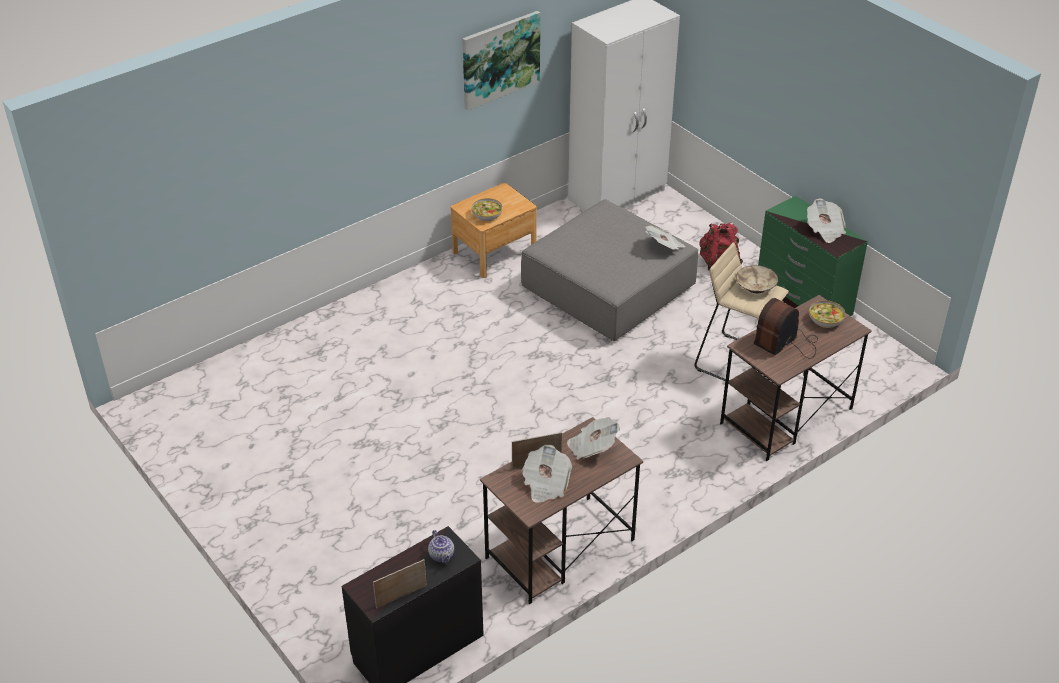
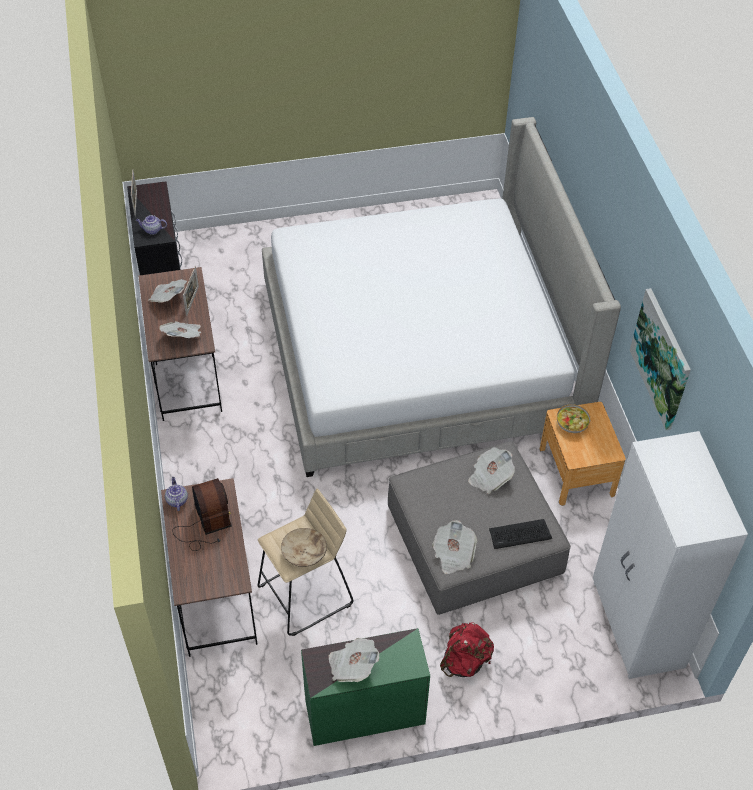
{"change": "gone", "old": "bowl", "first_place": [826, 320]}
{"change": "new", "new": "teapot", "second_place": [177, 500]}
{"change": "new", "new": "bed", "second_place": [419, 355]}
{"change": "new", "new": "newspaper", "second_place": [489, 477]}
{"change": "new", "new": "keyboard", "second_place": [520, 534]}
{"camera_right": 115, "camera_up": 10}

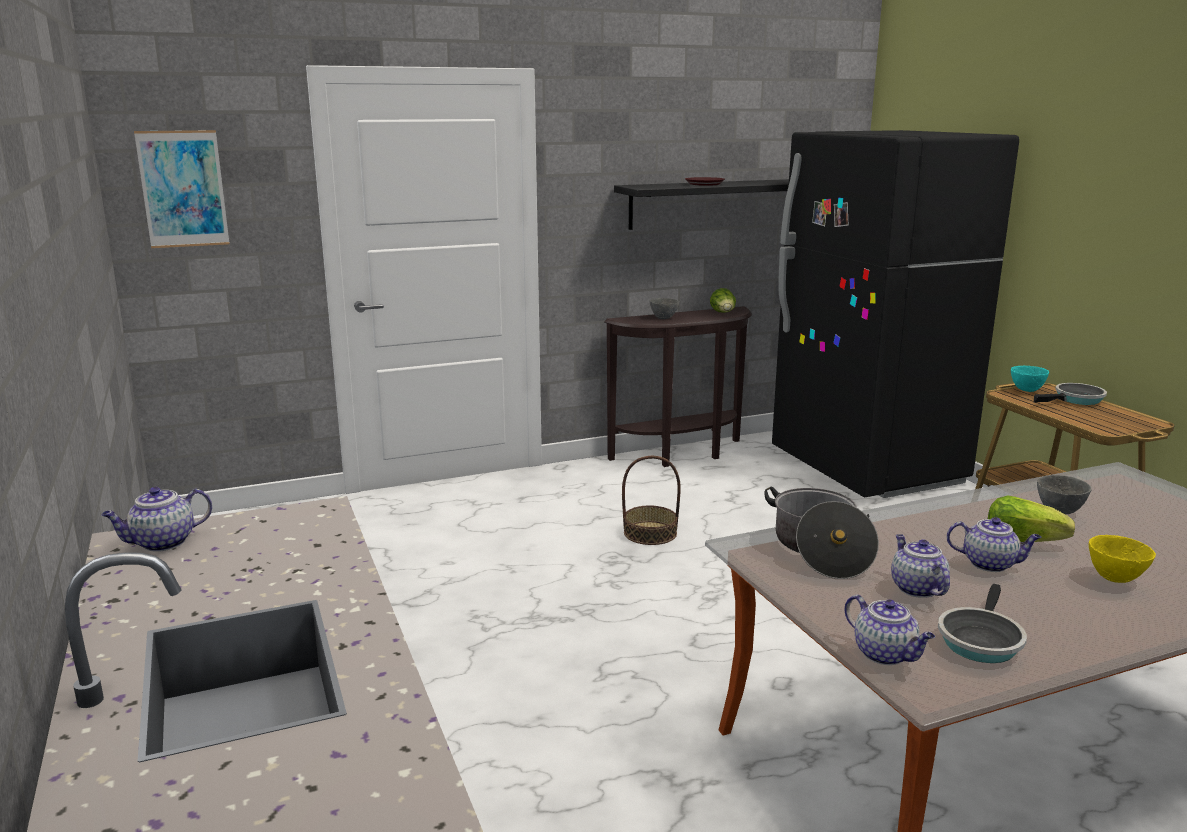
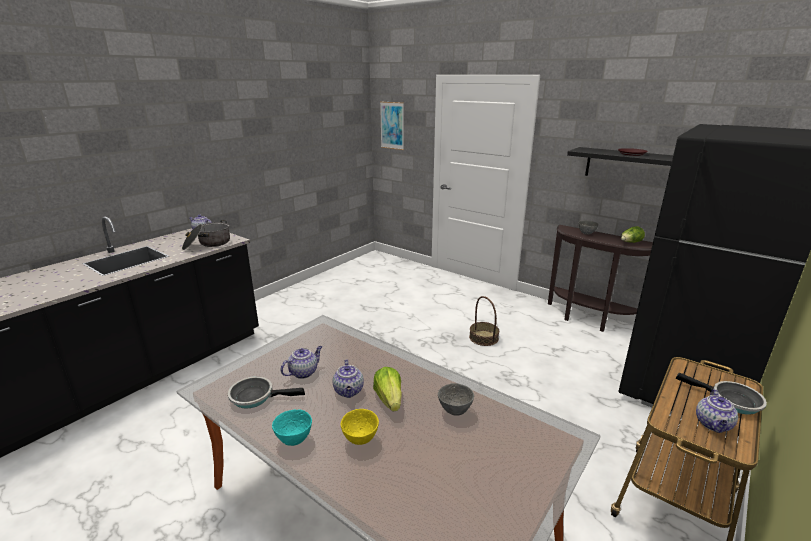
{"change": "shifted", "old": "cooking_pot", "first_place": [819, 550], "second_place": [207, 244]}
{"change": "shifted", "old": "teapot", "first_place": [886, 654], "second_place": [713, 425]}
{"change": "shifted", "old": "turquoise_bowl", "first_place": [1027, 390], "second_place": [294, 440]}
{"camera_right": 60, "camera_up": 5}

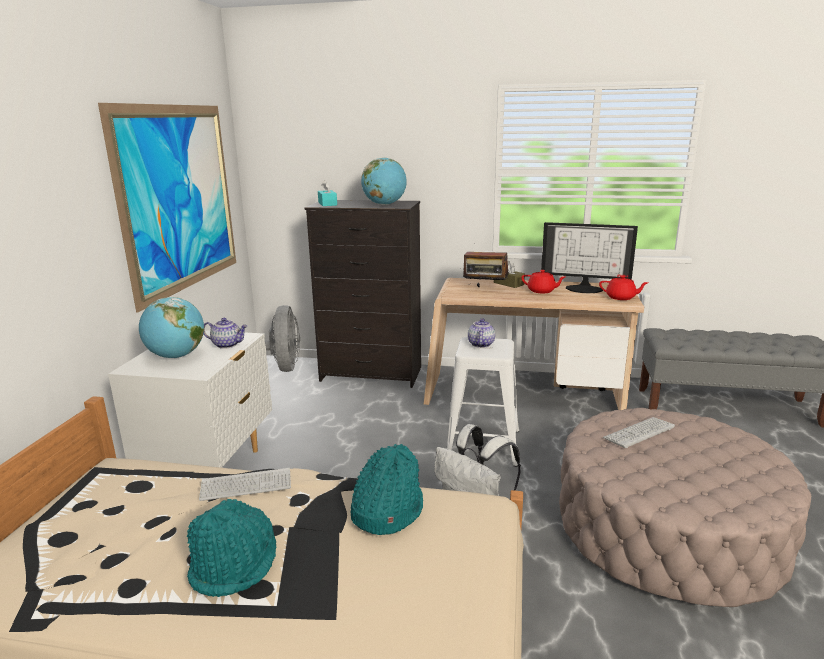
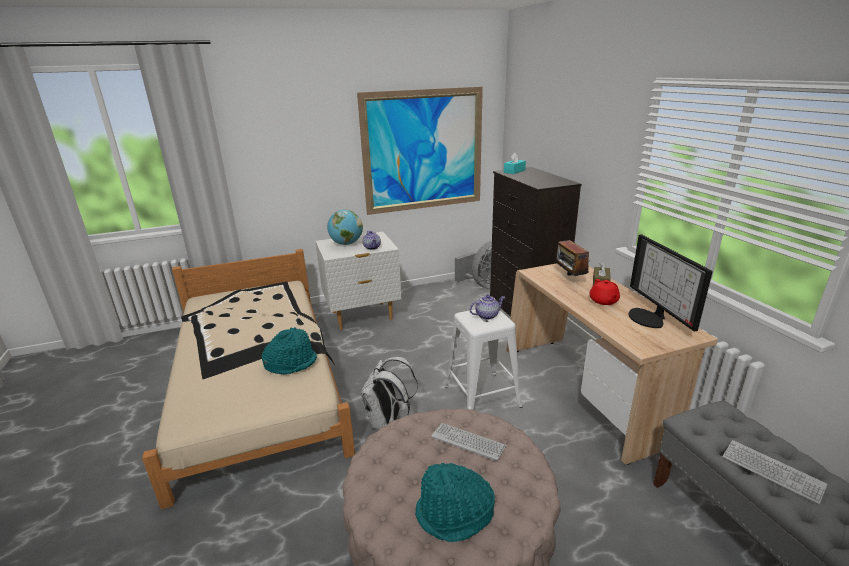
{"change": "shifted", "old": "turquoise_hat", "first_place": [235, 565], "second_place": [455, 514]}
{"change": "shifted", "old": "keyboard", "first_place": [246, 485], "second_place": [772, 471]}
{"change": "gone", "old": "globe", "first_place": [384, 204]}
{"change": "gone", "old": "red_teapot", "first_place": [621, 297]}
{"camera_right": 60, "camera_up": 5}

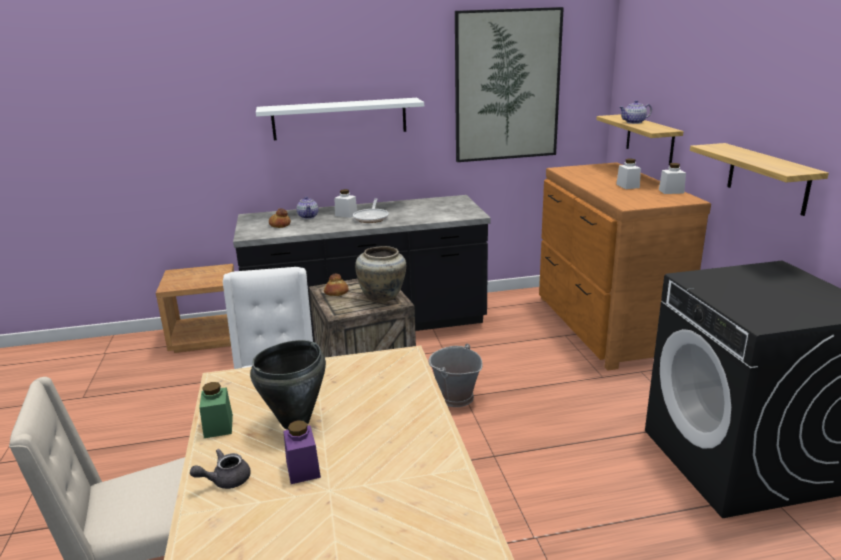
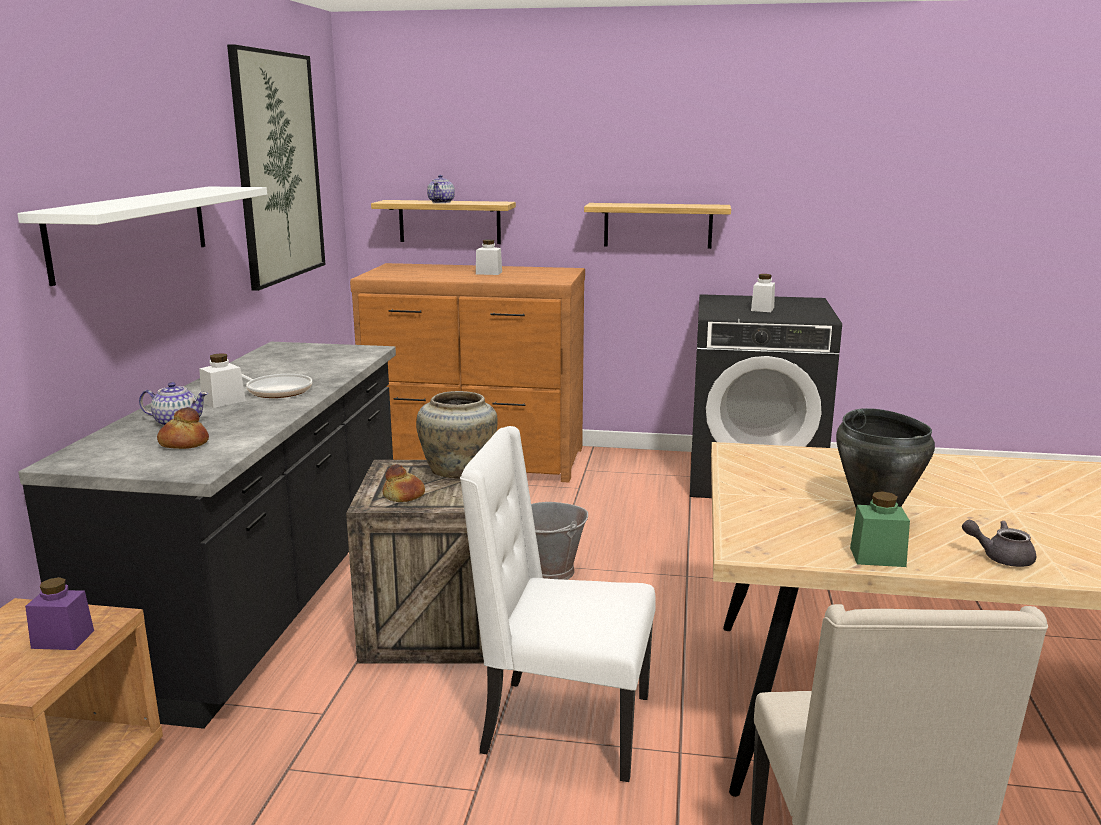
{"change": "rotated", "old": "grey_teapot", "first_place": [225, 480], "second_place": [1000, 557], "degrees": 120}
{"change": "shifted", "old": "purple_jar", "first_place": [303, 469], "second_place": [63, 639]}
{"change": "shifted", "old": "white_jar", "first_place": [671, 191], "second_place": [762, 309]}
{"camera_right": -70, "camera_up": -5}

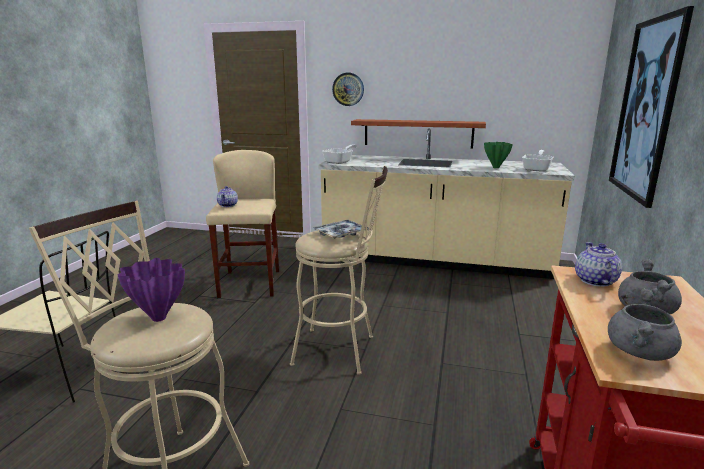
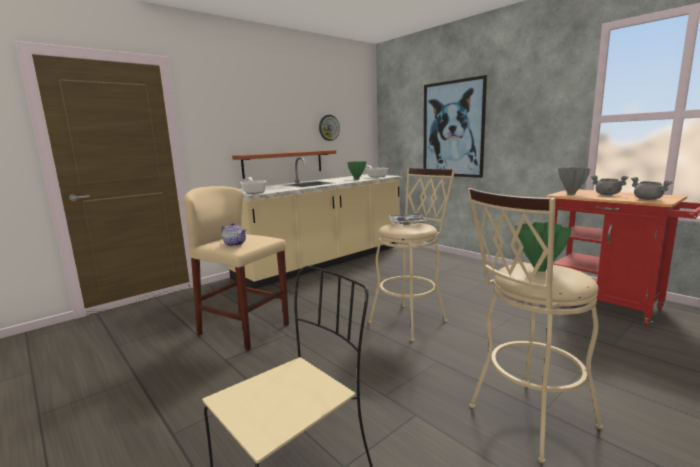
{"change": "repainted", "old": "purple_vase", "new": "green_vase", "first_place": [157, 318], "second_place": [539, 270]}
{"change": "shifted", "old": "wall_clock", "first_place": [348, 89], "second_place": [328, 127]}
{"change": "swapped", "old": "teapot", "new": "grey_vase", "first_place": [595, 281], "second_place": [571, 194]}
{"camera_right": -55, "camera_up": -5}

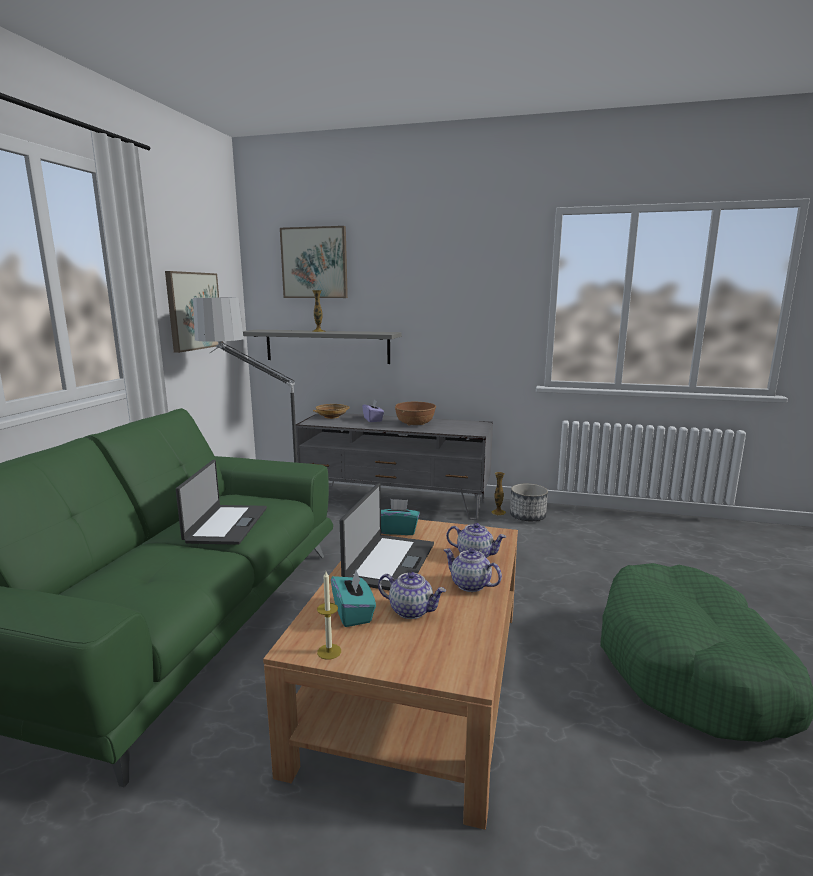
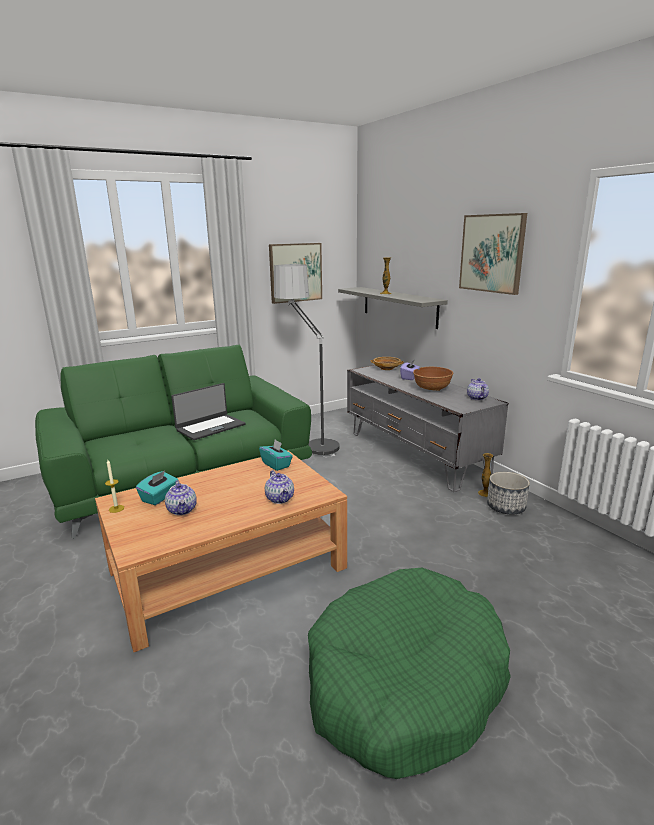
{"change": "shifted", "old": "picture", "first_place": [314, 263], "second_place": [492, 253]}
{"change": "gone", "old": "laptop", "first_place": [389, 562]}
{"change": "shifted", "old": "teapot", "first_place": [470, 585], "second_place": [476, 398]}
{"camera_right": 45, "camera_up": 5}

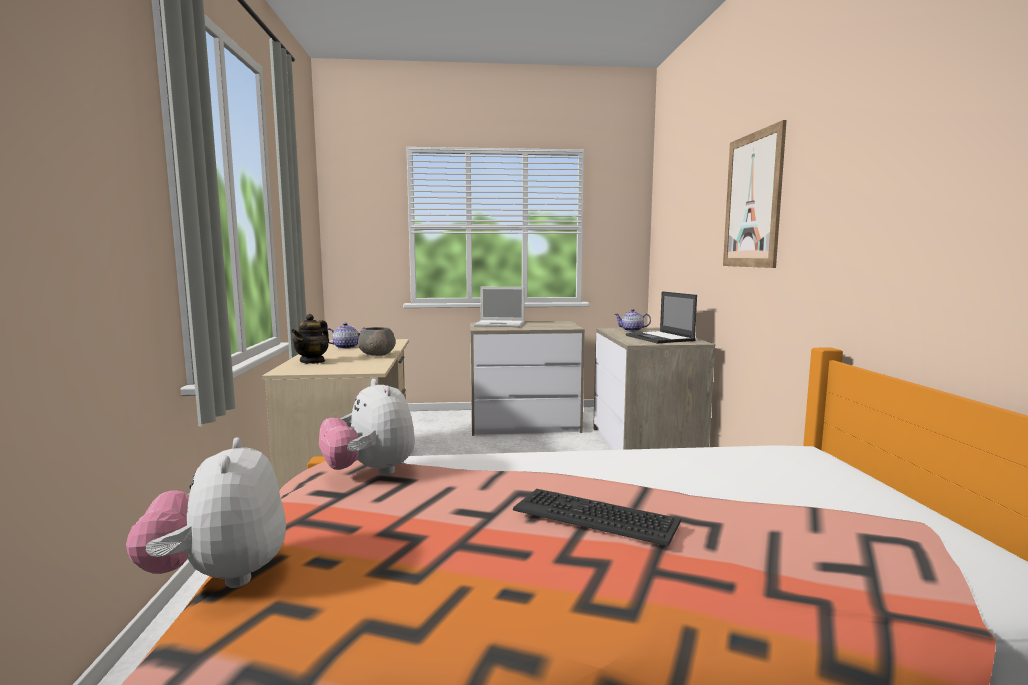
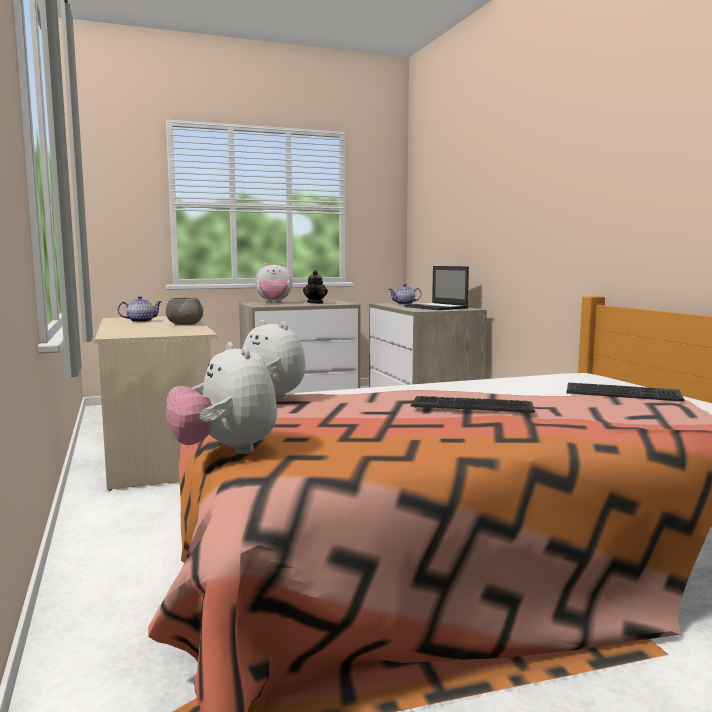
{"change": "shifted", "old": "teapot", "first_place": [312, 361], "second_place": [315, 303]}
{"change": "swapped", "old": "laptop", "new": "plush_toy", "first_place": [500, 324], "second_place": [274, 303]}
{"change": "gone", "old": "picture", "first_place": [752, 200]}
{"change": "new", "new": "keyboard", "second_place": [622, 393]}
{"camera_right": -15, "camera_up": 0}

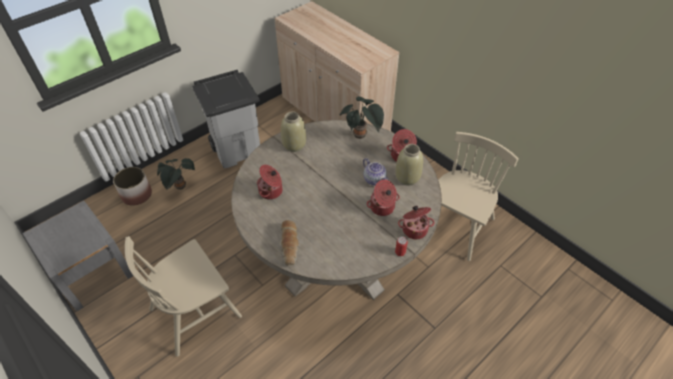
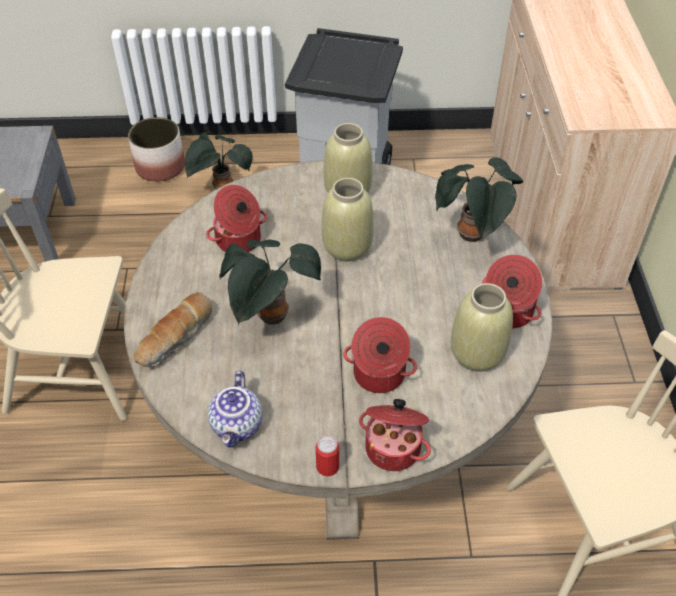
{"change": "shifted", "old": "teapot", "first_place": [375, 180], "second_place": [238, 426]}
{"change": "new", "new": "potted_plant", "second_place": [271, 318]}
{"change": "new", "new": "beige_vase", "second_place": [346, 247]}
{"camera_right": 40, "camera_up": 0}

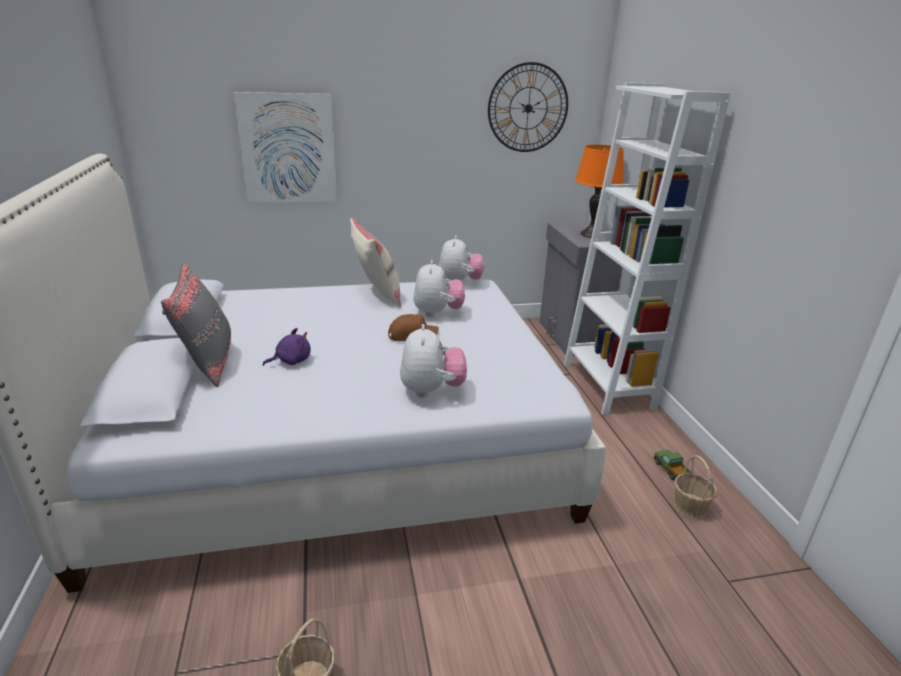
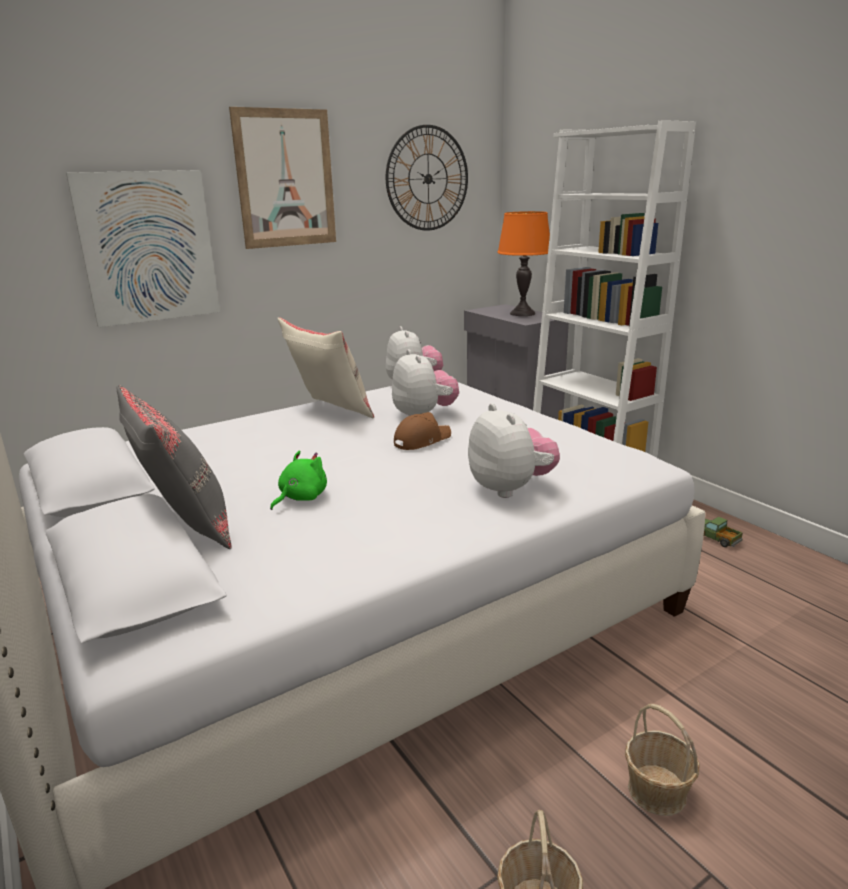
{"change": "repainted", "old": "purple_plush_toy", "new": "green_plush_toy", "first_place": [291, 361], "second_place": [300, 498]}
{"change": "shifted", "old": "basket", "first_place": [689, 506], "second_place": [657, 791]}
{"change": "new", "new": "picture", "second_place": [285, 179]}
{"camera_right": -20, "camera_up": -5}

